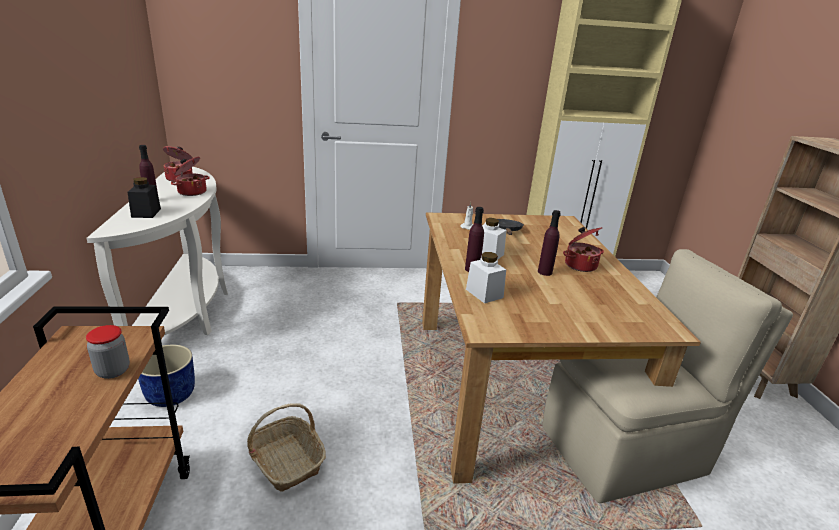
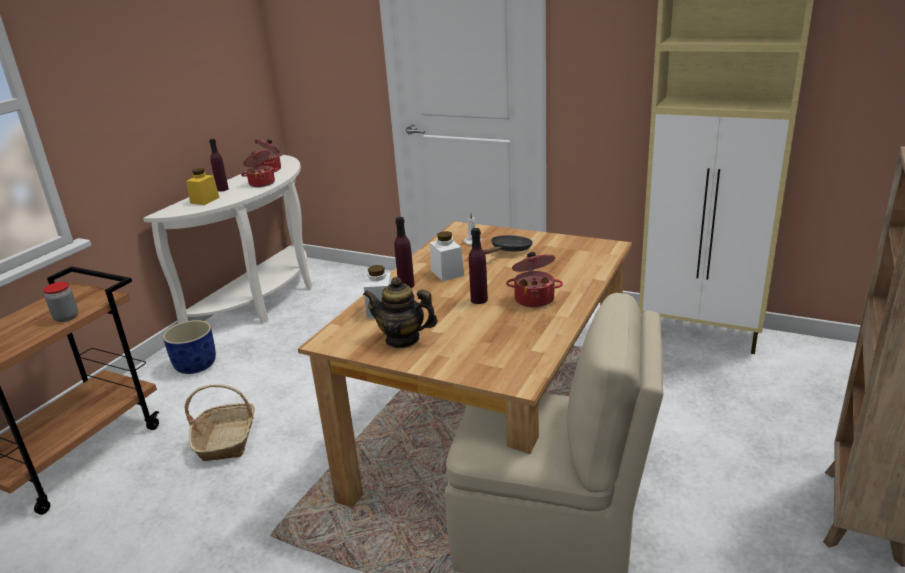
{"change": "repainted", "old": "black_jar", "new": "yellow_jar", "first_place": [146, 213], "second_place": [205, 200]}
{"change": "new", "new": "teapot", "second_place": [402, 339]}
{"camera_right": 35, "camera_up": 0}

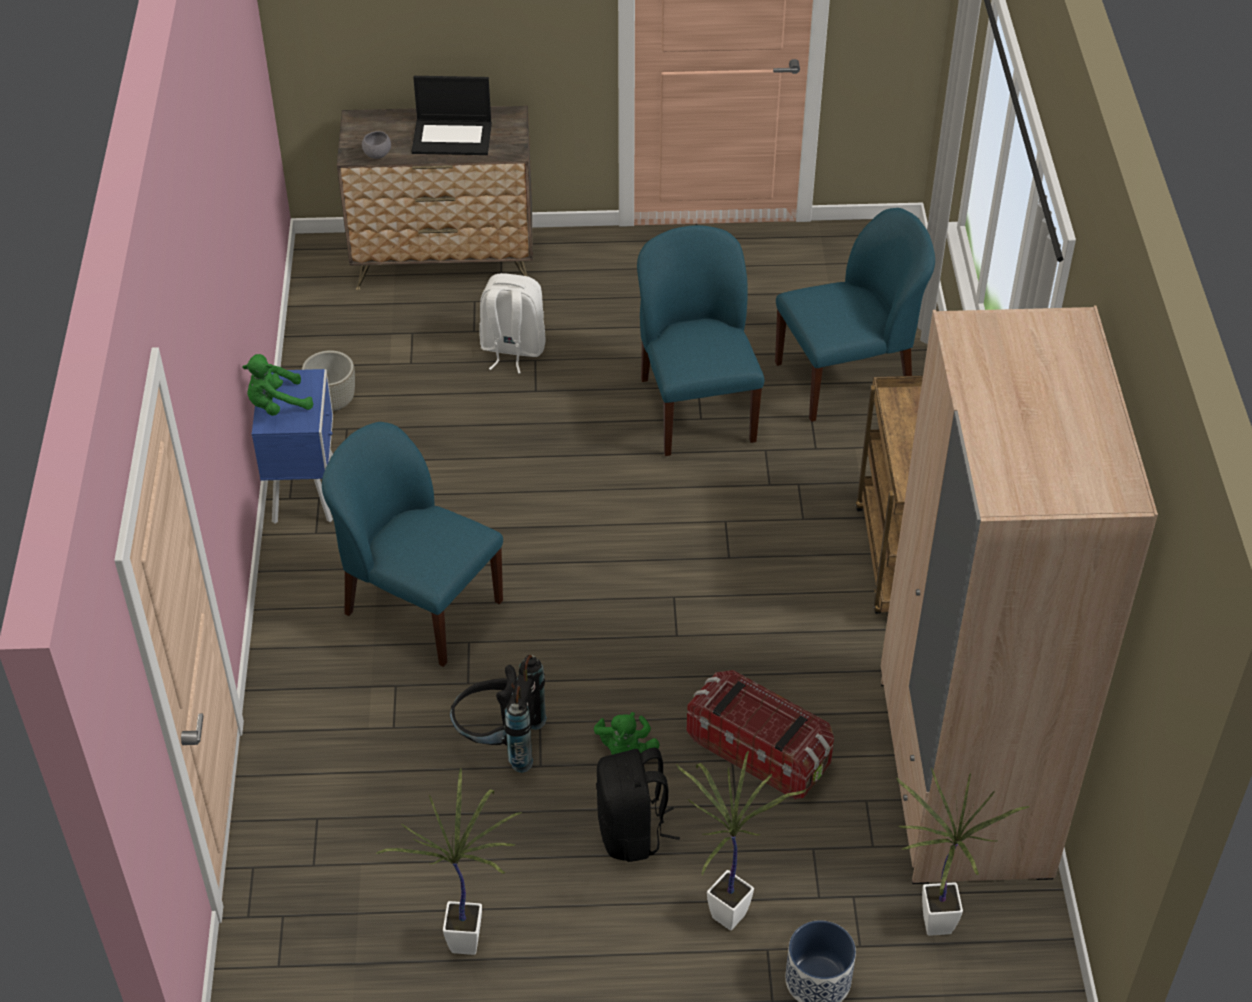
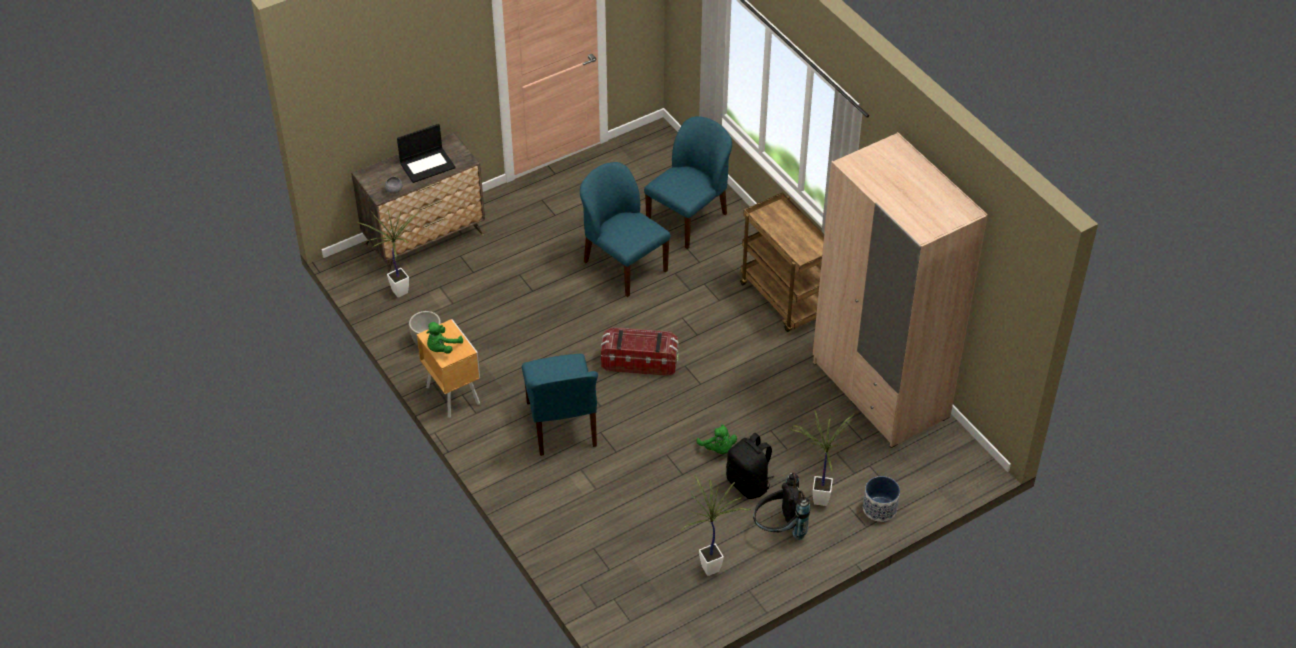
{"change": "repainted", "old": "blue_nightstand", "new": "brown_nightstand", "first_place": [306, 492], "second_place": [453, 394]}
{"change": "rotated", "old": "blue_chair", "first_place": [420, 606], "second_place": [562, 426], "degrees": -105}
{"change": "shifted", "old": "black_backpack", "first_place": [500, 742], "second_place": [779, 529]}
{"change": "gone", "old": "white_backpack", "first_place": [512, 349]}
{"change": "shifted", "old": "storage_box", "first_place": [759, 750], "second_place": [639, 362]}
{"change": "shifted", "old": "potted_plant", "first_place": [934, 931], "second_place": [400, 295]}
{"camera_right": -30, "camera_up": 0}

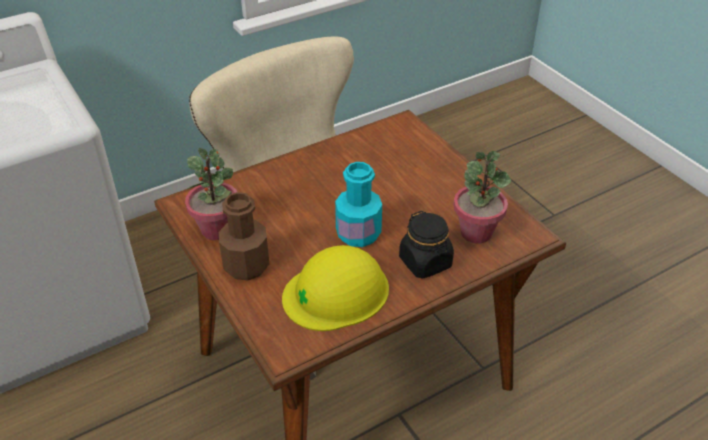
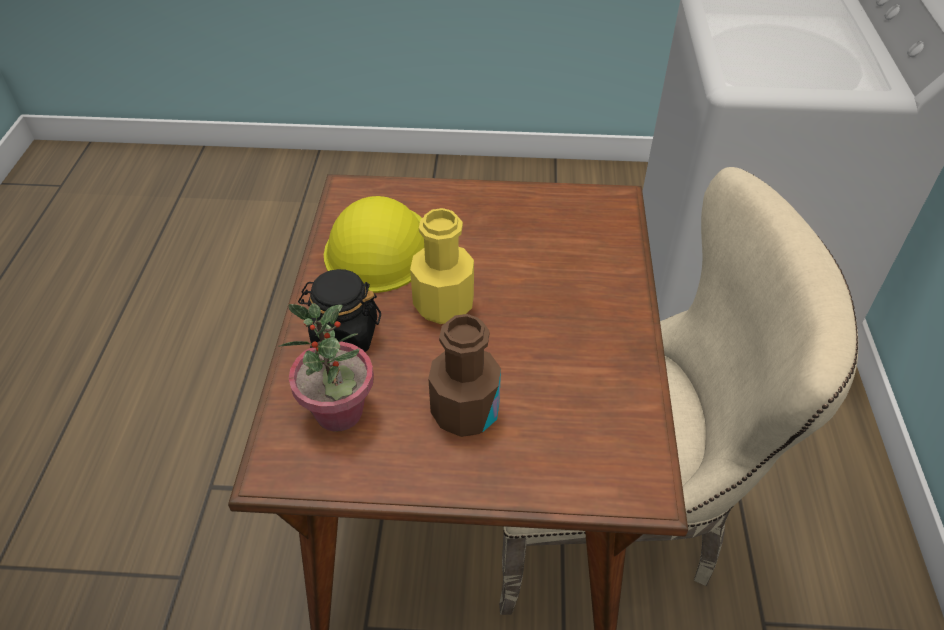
{"change": "gone", "old": "potted_plant", "first_place": [217, 229]}
{"change": "shifted", "old": "brown_bottle", "first_place": [246, 265], "second_place": [465, 412]}
{"change": "repainted", "old": "turquoise_bottle", "new": "yellow_bottle", "first_place": [358, 233], "second_place": [443, 304]}
{"camera_right": 125, "camera_up": 5}

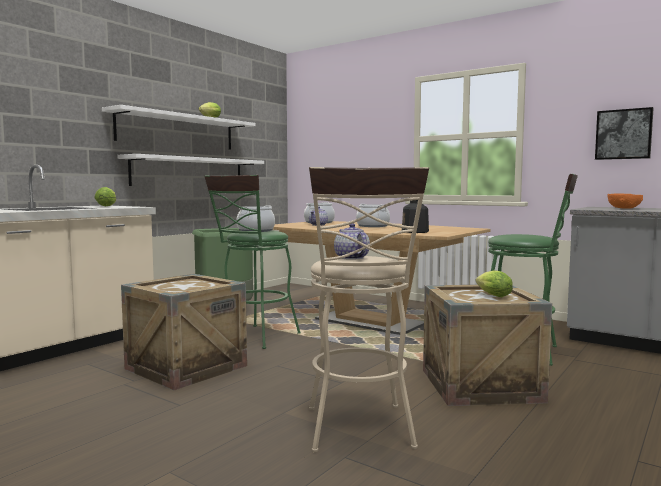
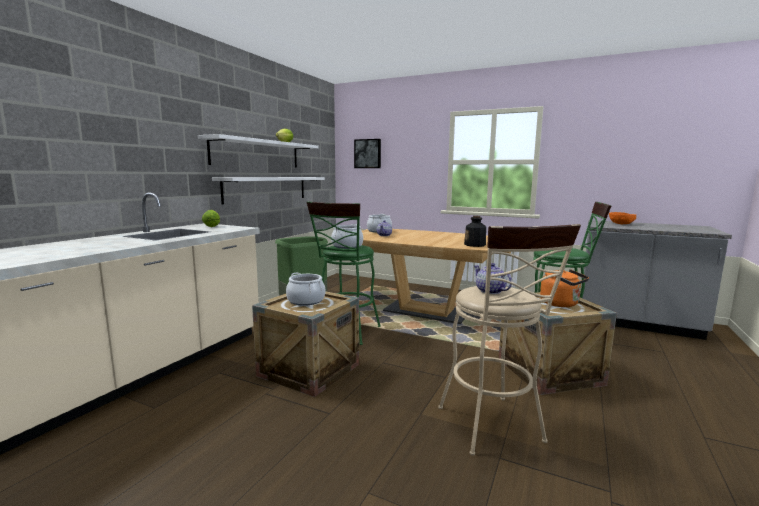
{"change": "shifted", "old": "cooking_pot", "first_place": [372, 226], "second_place": [306, 301]}
{"change": "swapped", "old": "lettuce", "new": "orange_kettle", "first_place": [491, 295], "second_place": [561, 304]}
{"change": "shifted", "old": "picture", "first_place": [623, 134], "second_place": [368, 153]}
{"camera_right": -10, "camera_up": 5}

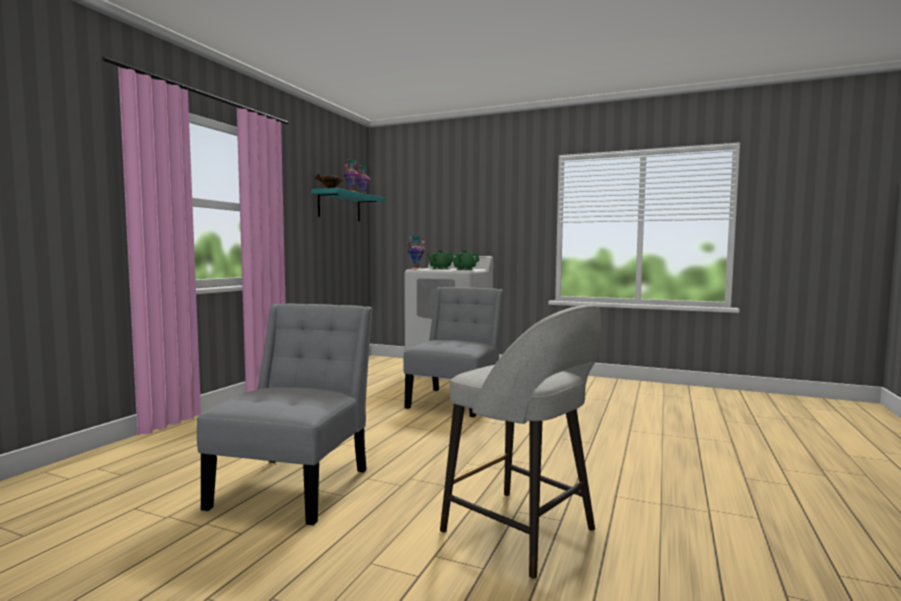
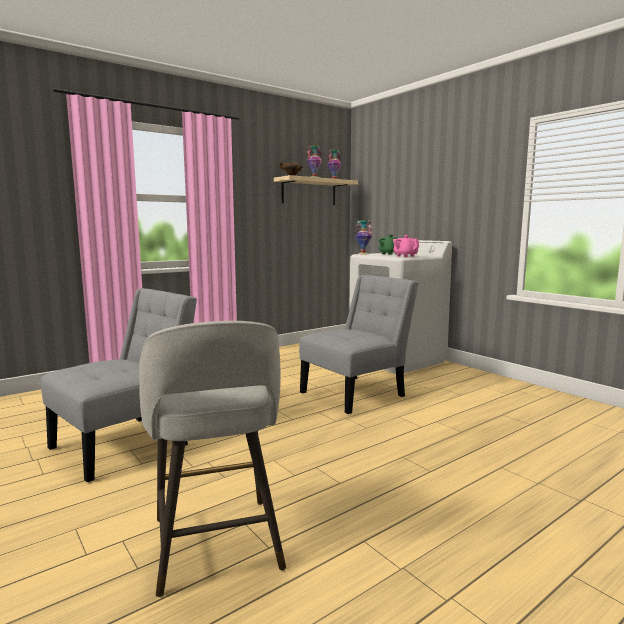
{"change": "repainted", "old": "turquoise_shelf", "new": "beige_shelf", "first_place": [339, 206], "second_place": [309, 192]}
{"change": "repainted", "old": "green_teapot", "new": "pink_teapot", "first_place": [464, 269], "second_place": [405, 256]}
{"camera_right": 30, "camera_up": 5}

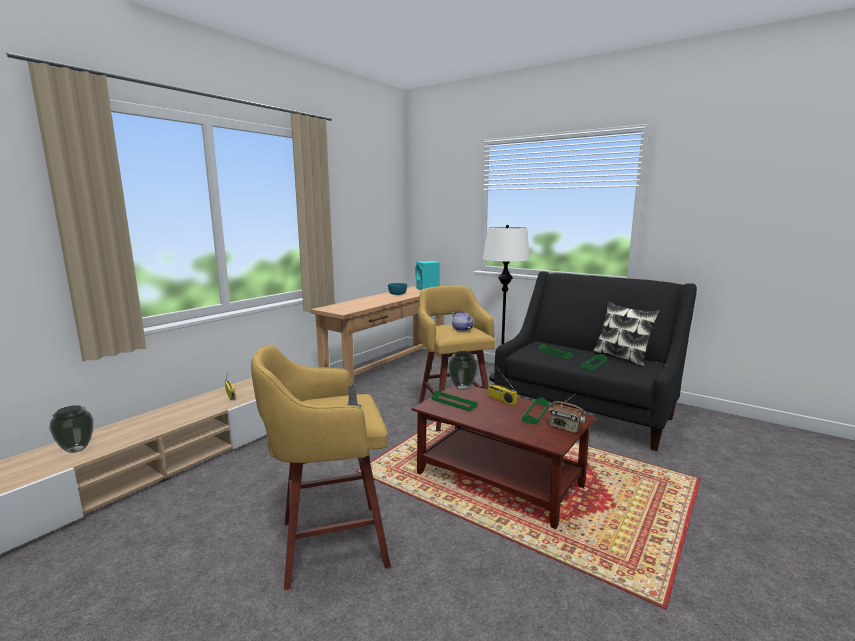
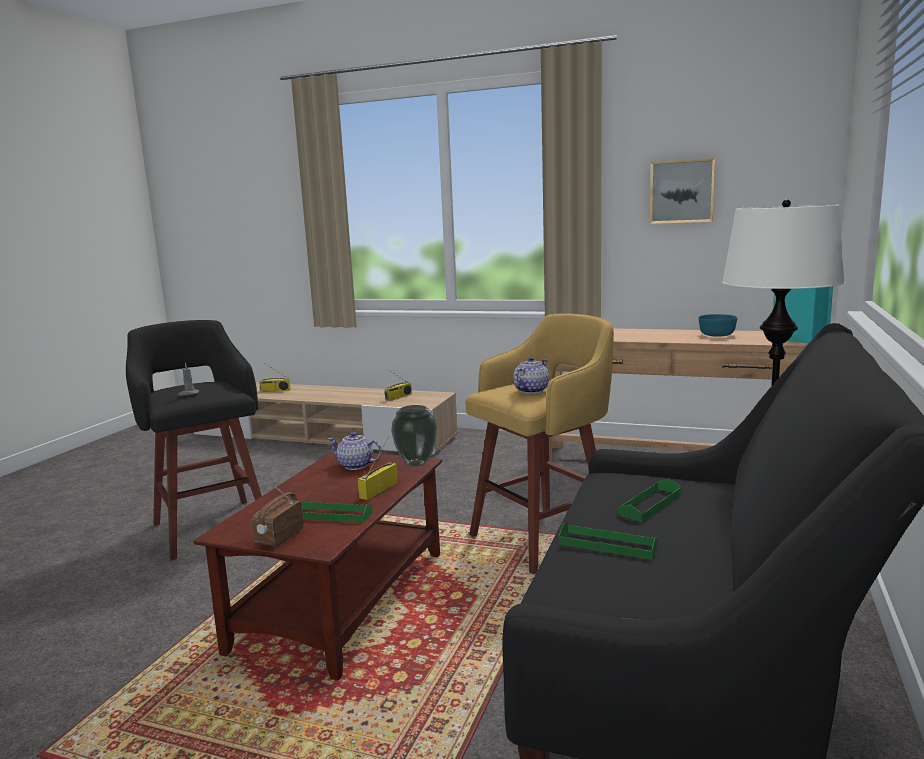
{"change": "swapped", "old": "vase", "new": "radio", "first_place": [77, 449], "second_place": [275, 390]}
{"change": "repainted", "old": "yellow_stool", "new": "black_stool", "first_place": [329, 544], "second_place": [211, 526]}
{"change": "swapped", "old": "green_tray", "new": "teapot", "first_place": [454, 403], "second_place": [356, 465]}
{"change": "gone", "old": "pillow", "first_place": [622, 357]}
{"change": "new", "new": "picture", "second_place": [682, 191]}
{"camera_right": 75, "camera_up": 0}

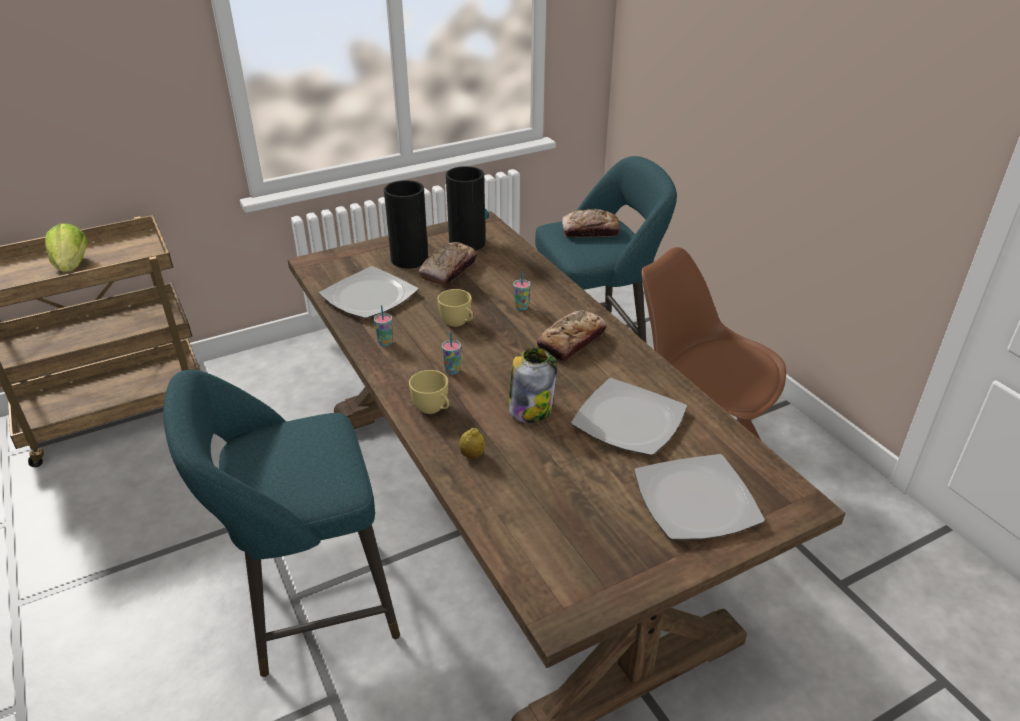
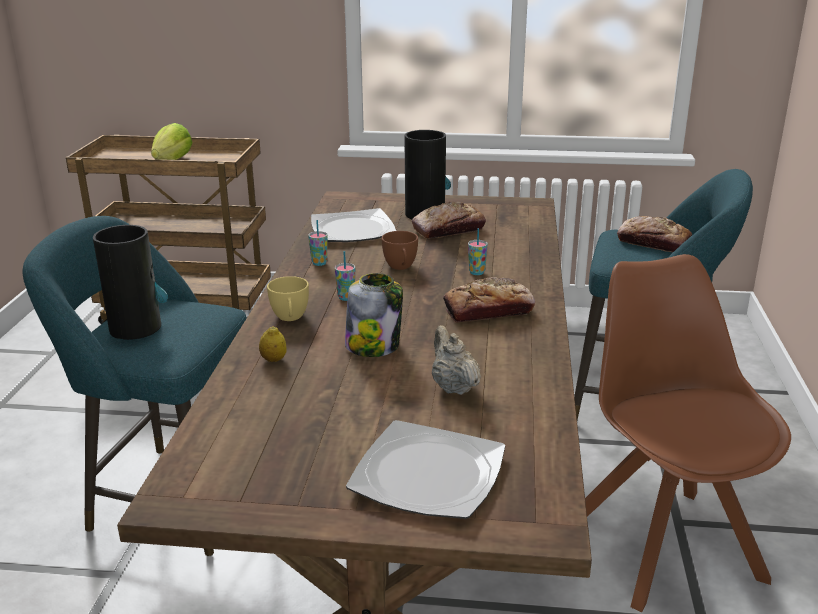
{"change": "repainted", "old": "yellow_cup", "new": "brown_cup", "first_place": [458, 323], "second_place": [401, 267]}
{"change": "shifted", "old": "vase", "first_place": [467, 242], "second_place": [136, 327]}
{"change": "swapped", "old": "plate", "new": "beige_teapot", "first_place": [627, 421], "second_place": [453, 387]}
{"camera_right": 35, "camera_up": -10}

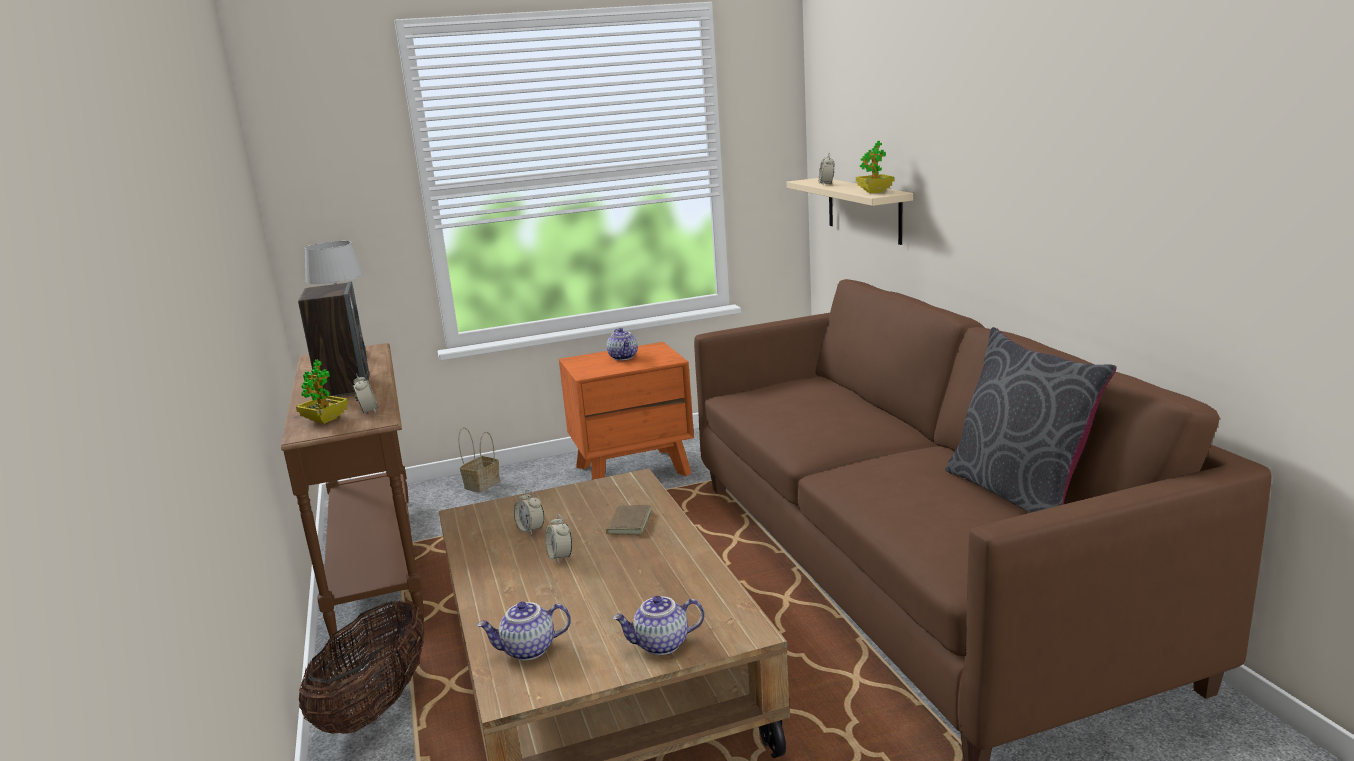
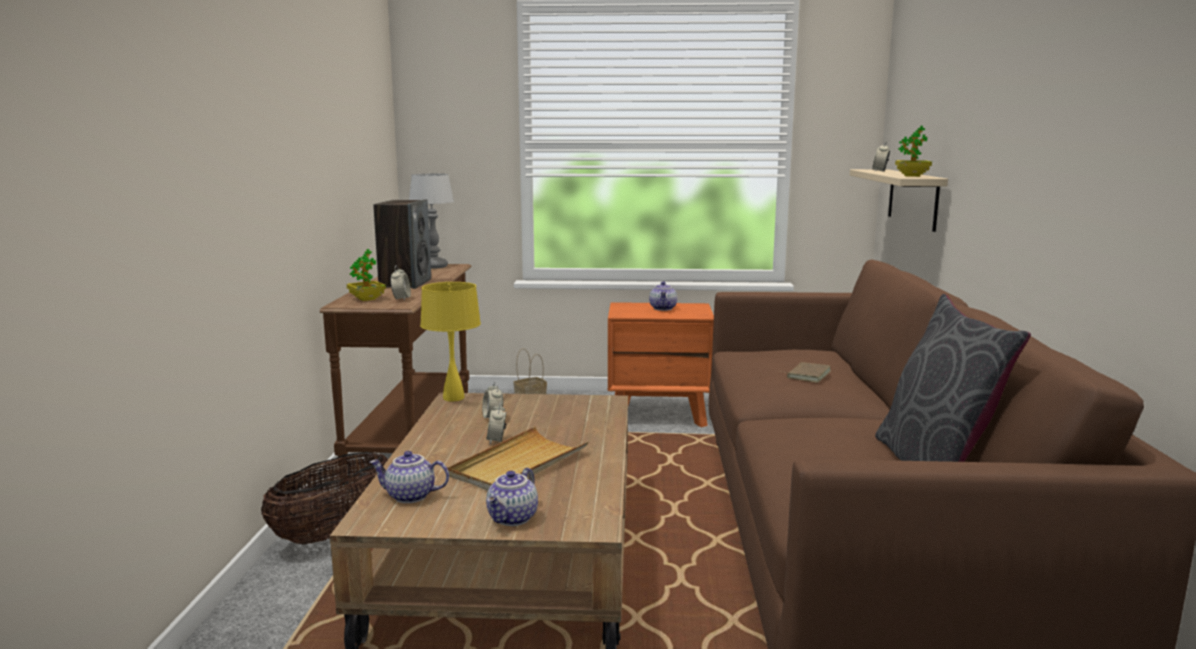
{"change": "shifted", "old": "brown_book", "first_place": [627, 523], "second_place": [807, 375]}
{"change": "rotated", "old": "teapot", "first_place": [661, 645], "second_place": [513, 519], "degrees": -75}
{"change": "new", "new": "yellow_table_lamp", "second_place": [453, 398]}
{"change": "new", "new": "beige_tray", "second_place": [518, 465]}
{"camera_right": 20, "camera_up": -5}

